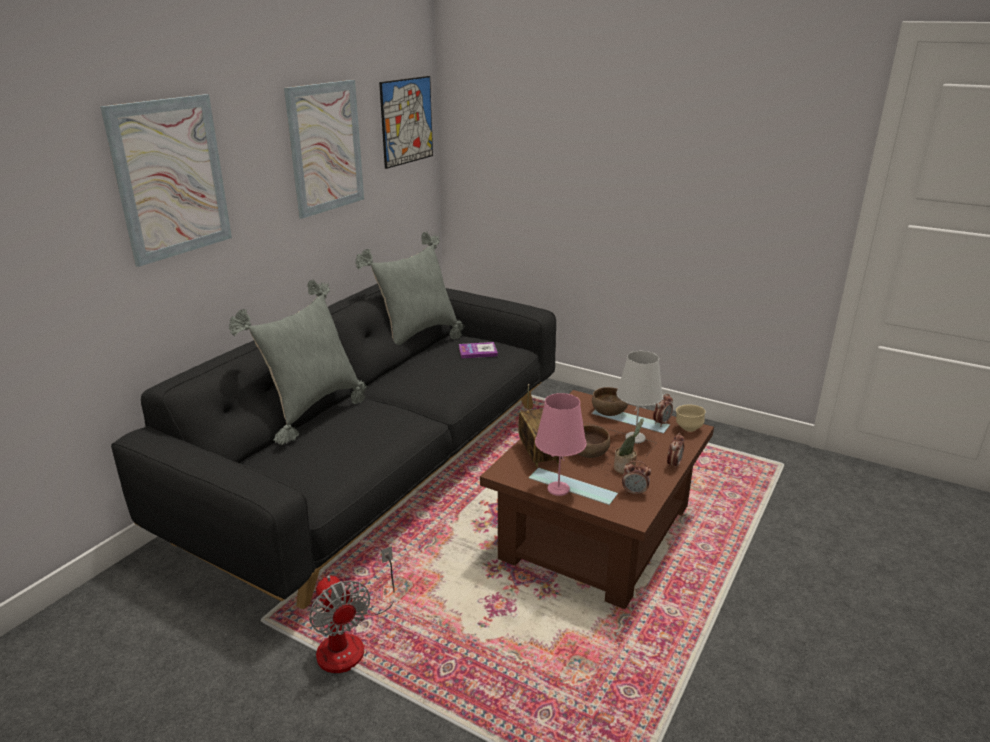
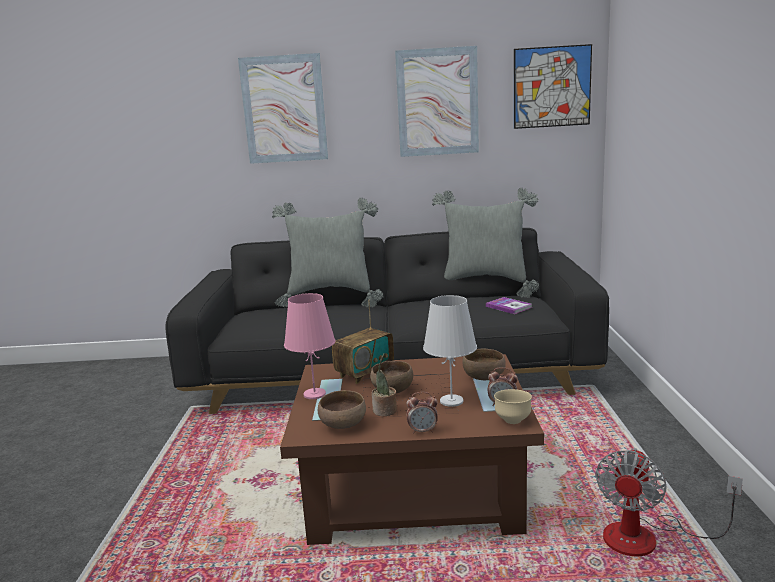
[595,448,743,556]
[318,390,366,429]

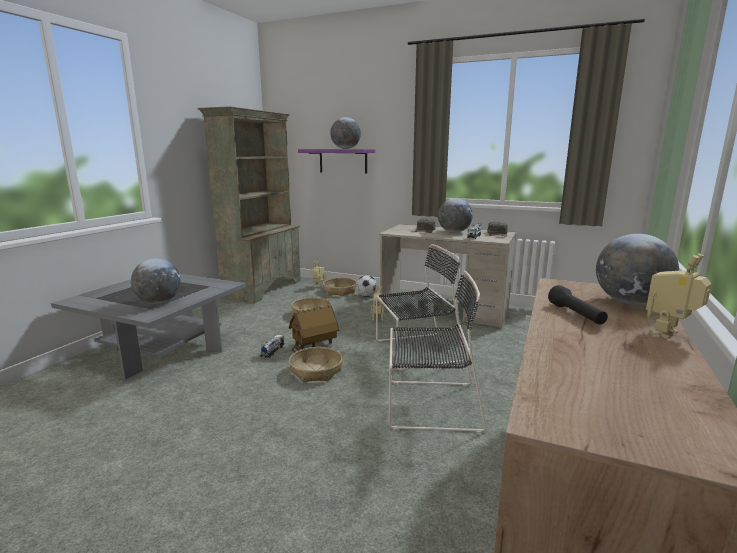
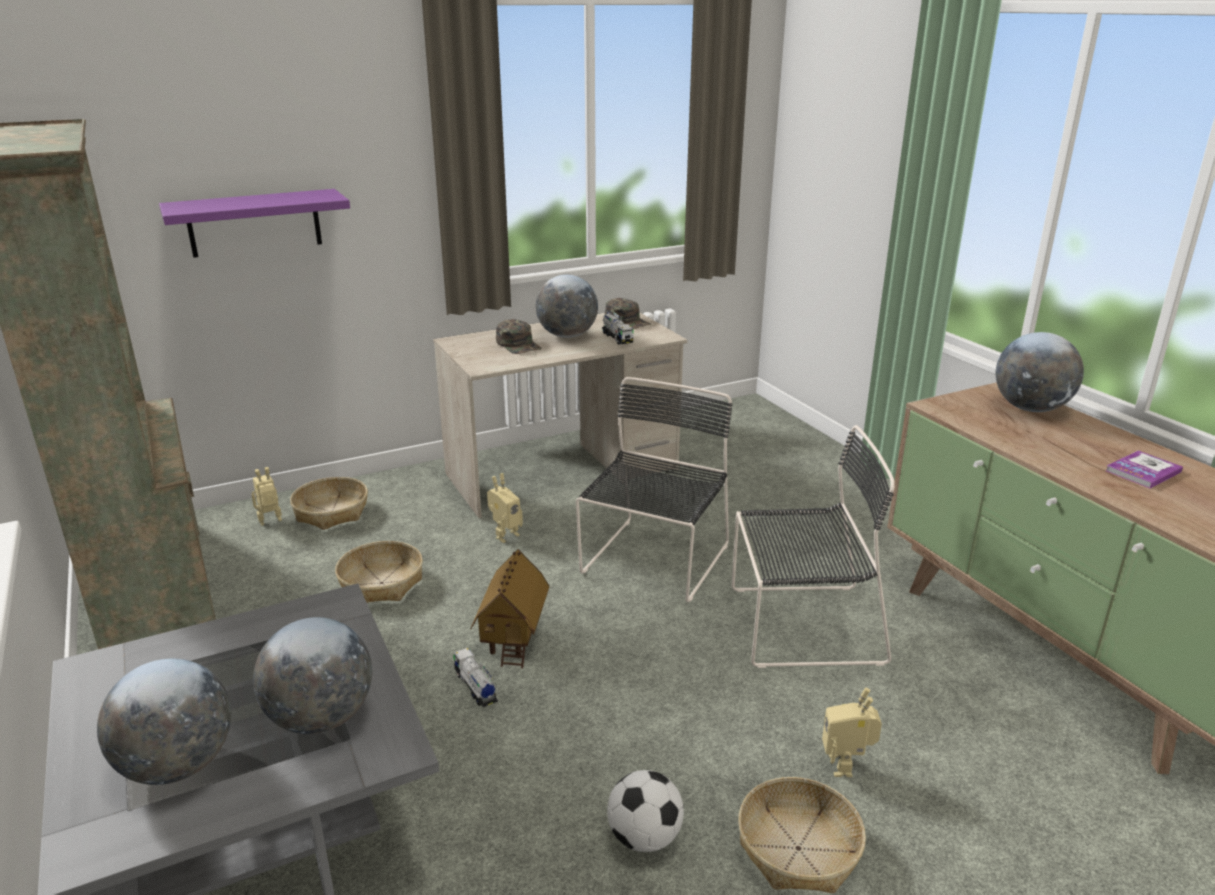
[548,285,608,325] (first image)
[1106,450,1183,488]
[738,777,866,893]
[97,659,231,785]
[607,770,684,852]
[822,688,882,777]
[732,425,895,668]

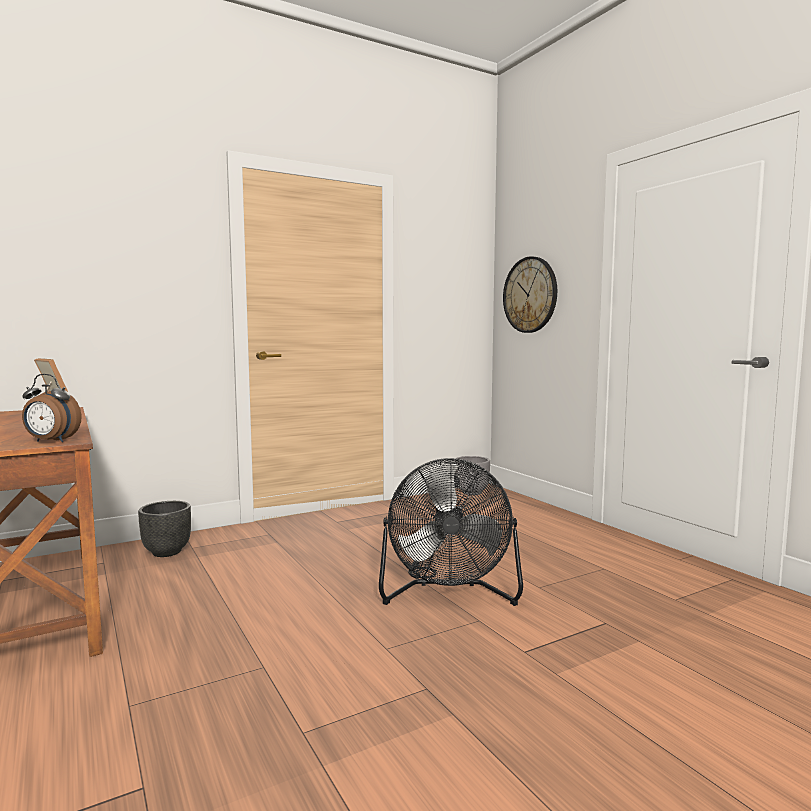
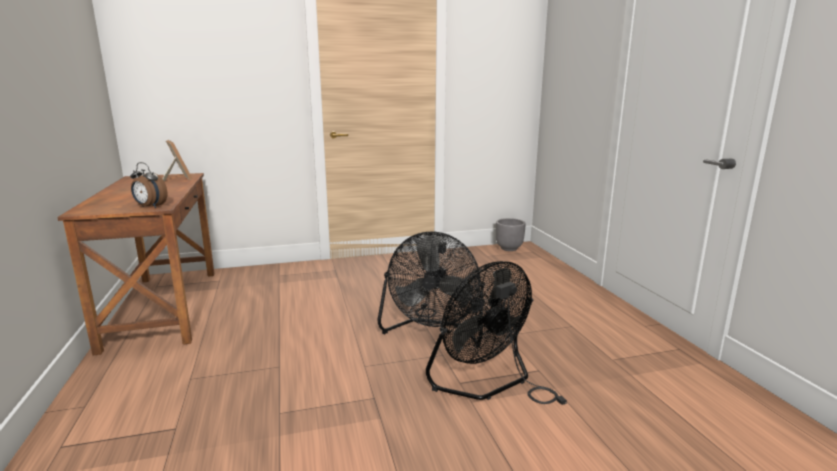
[138,501,191,557] (first image)
[503,256,557,333] (first image)
[426,261,567,405]

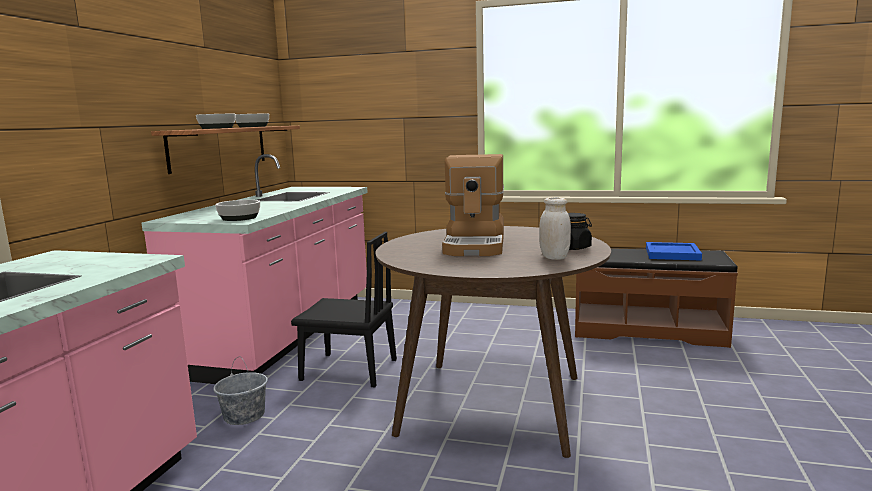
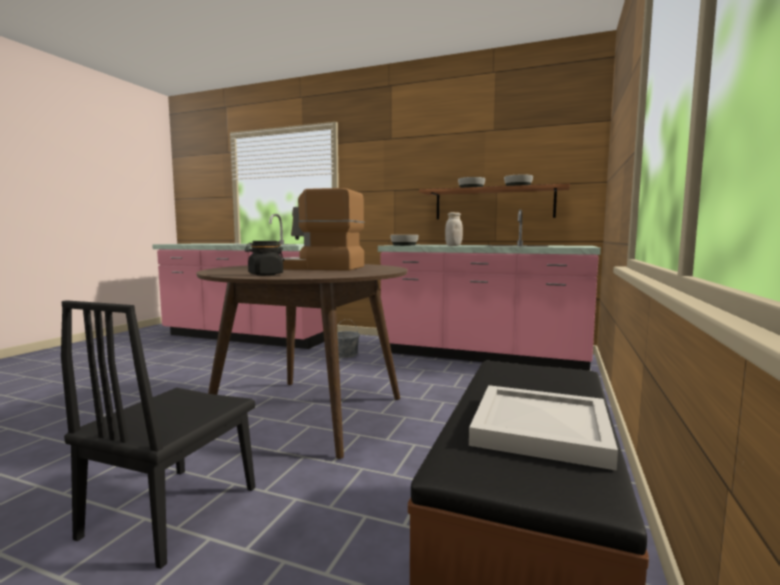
[61,300,255,569]
[445,212,463,246]
[469,385,618,471]

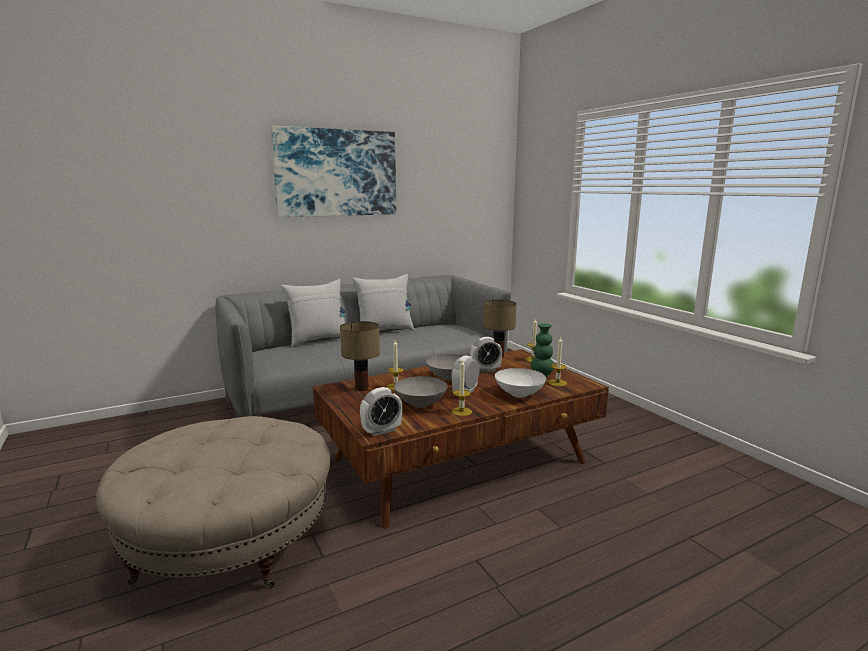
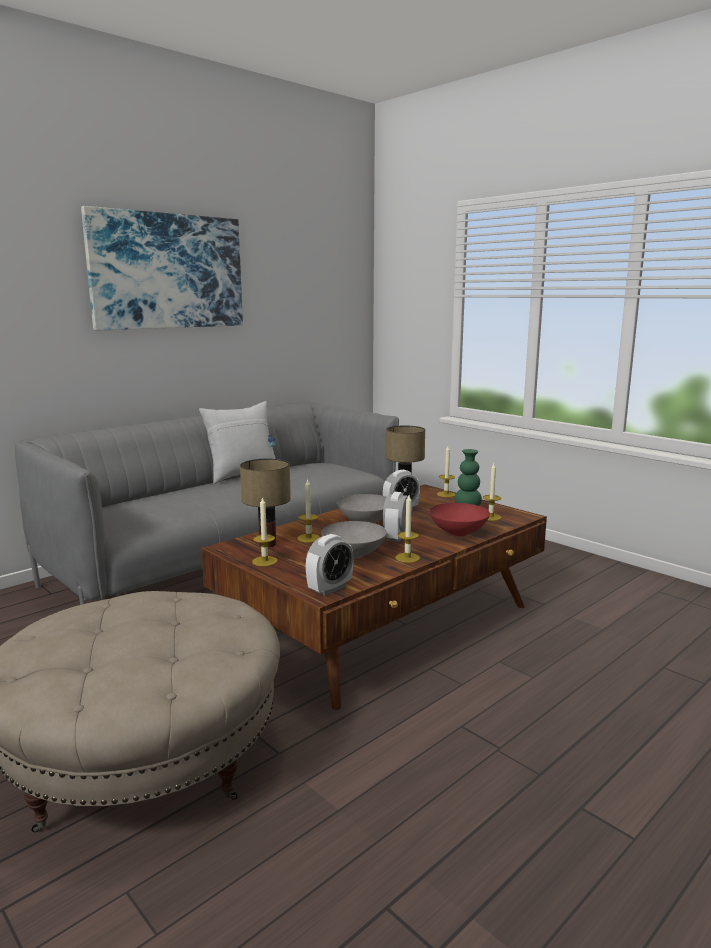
[281,279,346,347] (first image)
[252,496,278,566]
[429,503,490,536]

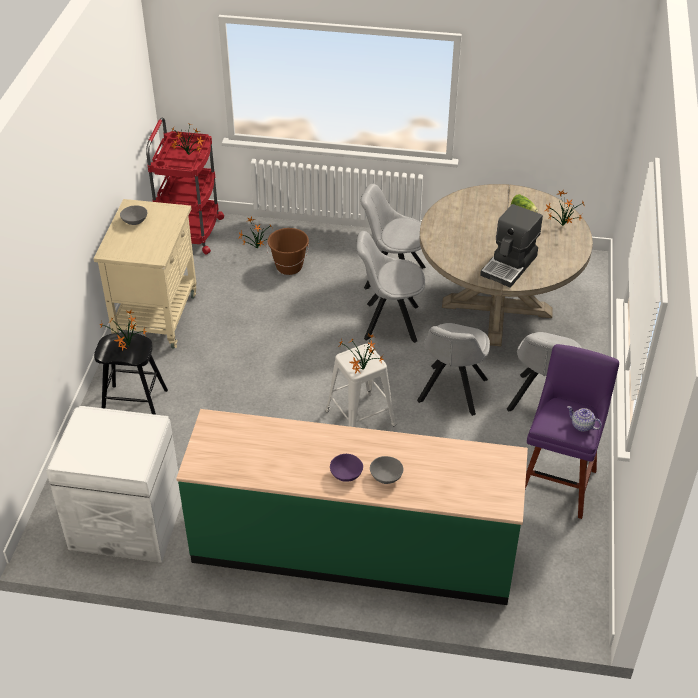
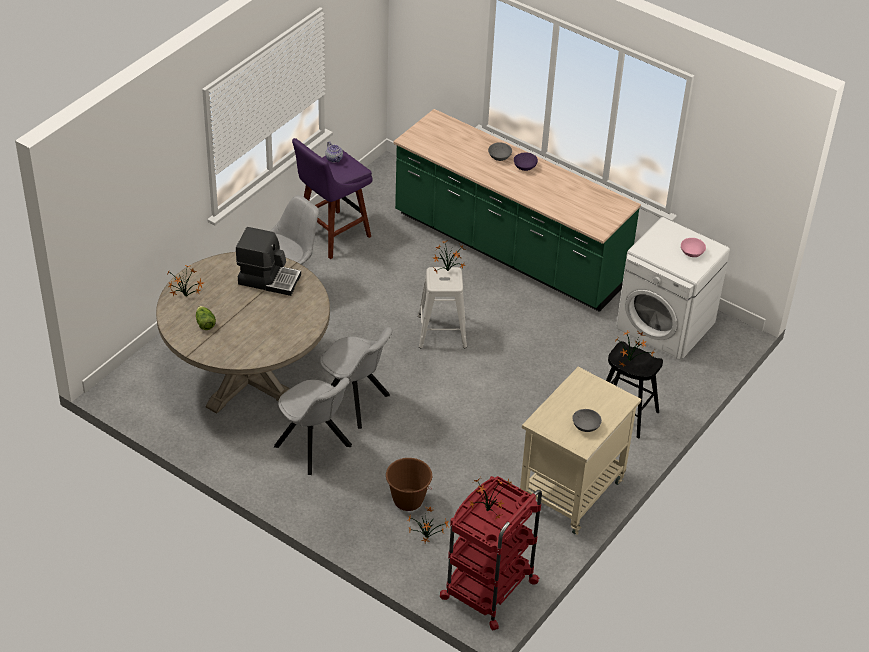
[417,323,490,416] (first image)
[681,238,706,257]
[236,227,301,296]

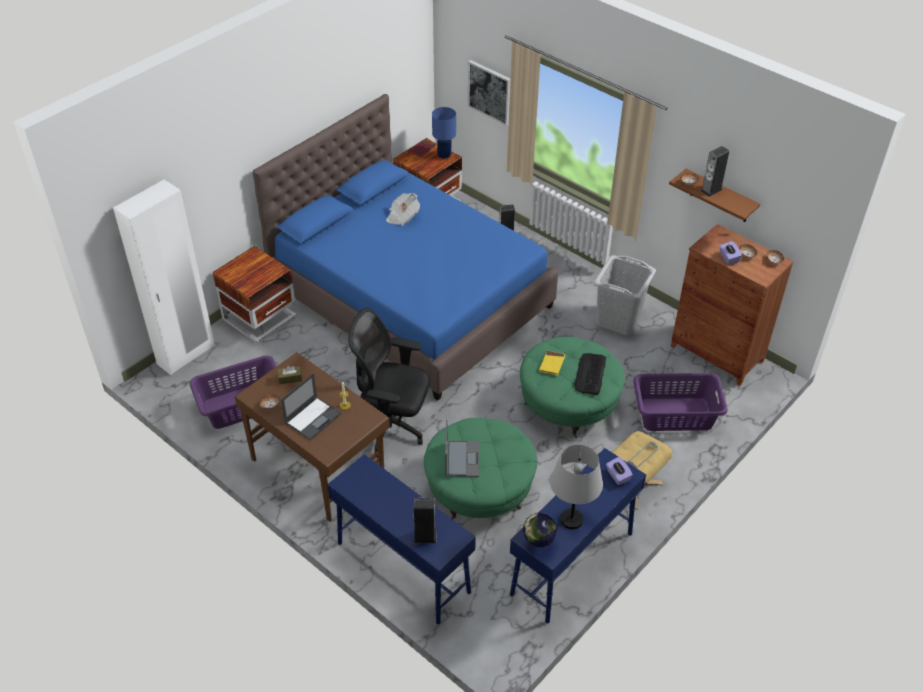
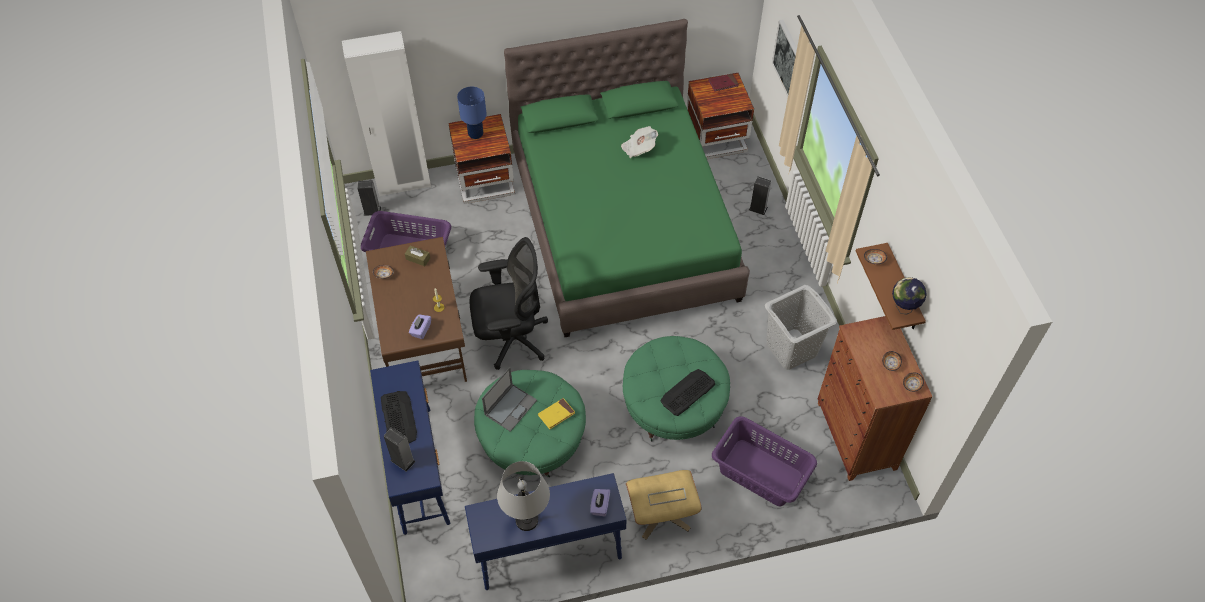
[281,373,341,441] (first image)
[381,391,417,443]
[457,87,487,139]
[892,277,927,315]
[538,398,575,429]
[357,180,381,216]
[409,314,431,339]
[504,19,750,337]
[470,237,548,370]

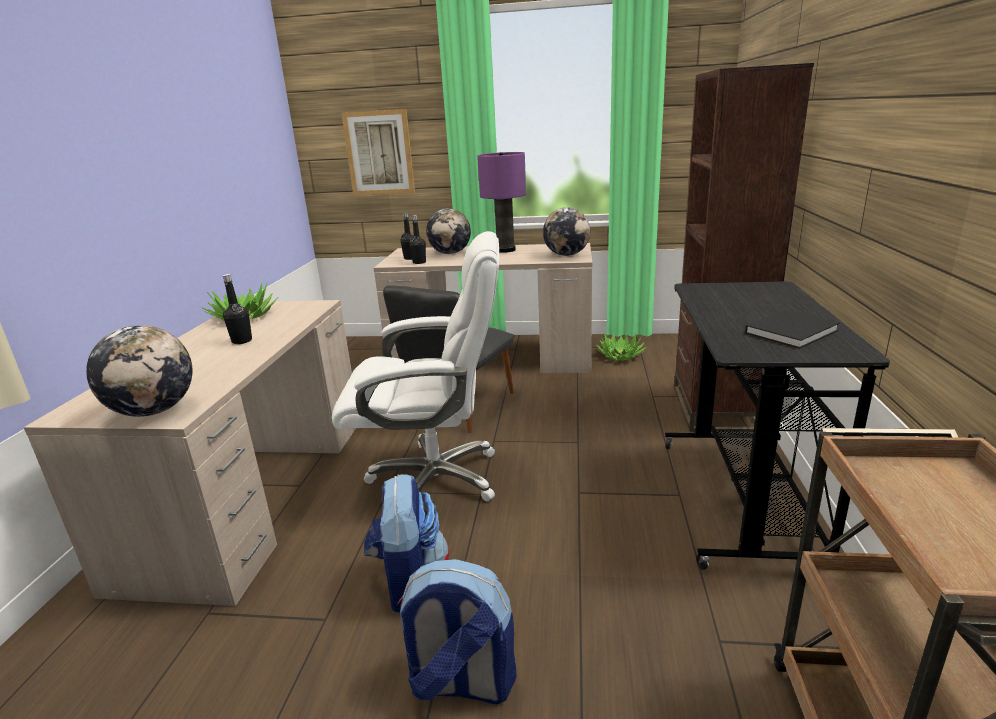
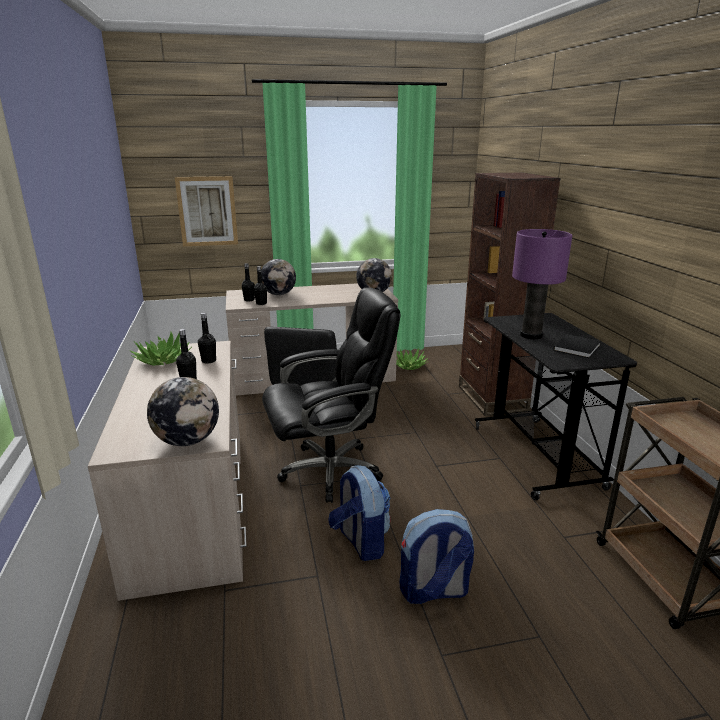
[198,313,216,364]
[512,229,572,339]
[262,287,400,503]

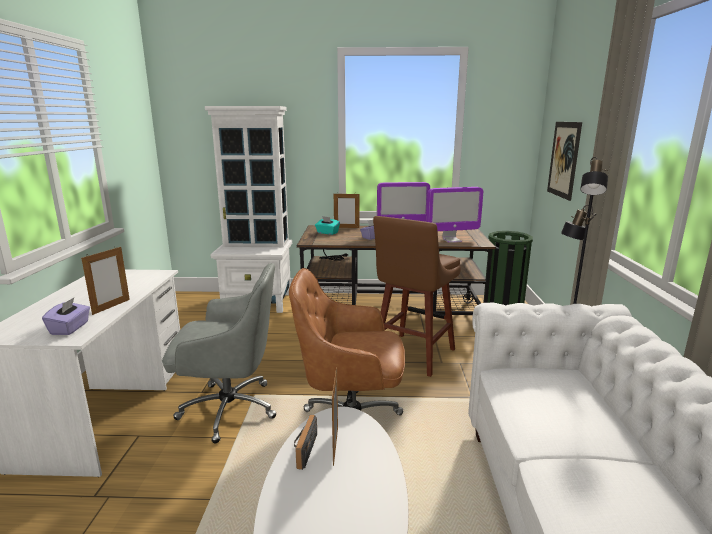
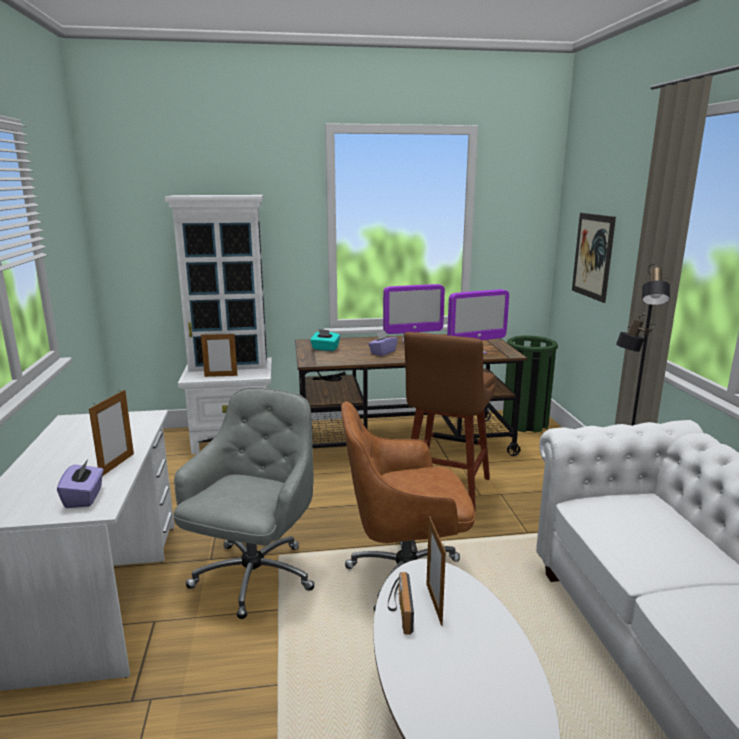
[201,332,238,377]
[173,388,314,619]

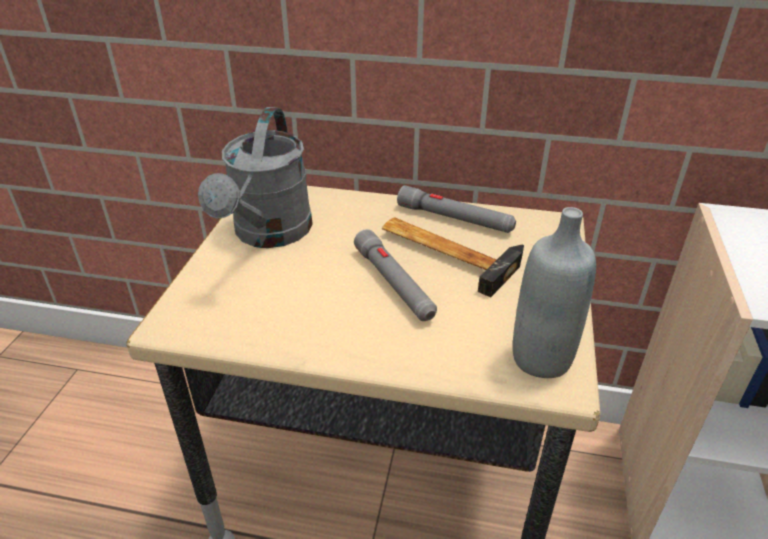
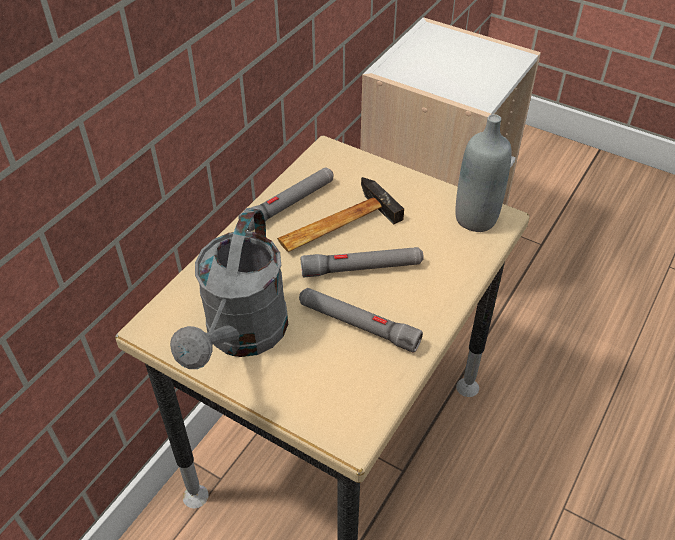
[299,288,423,352]
[170,208,288,369]

